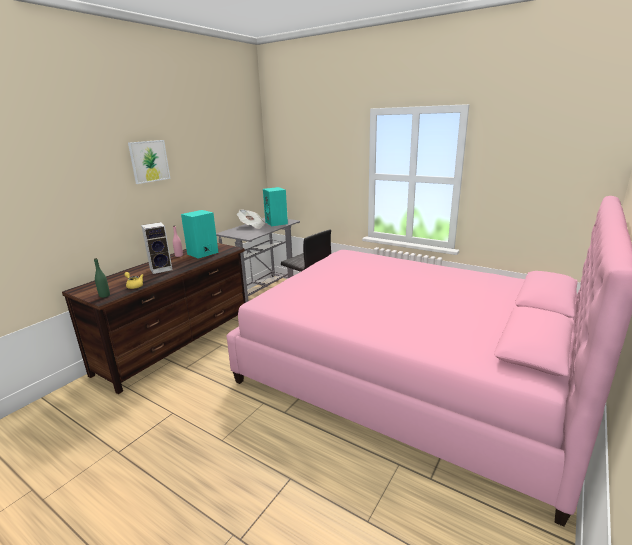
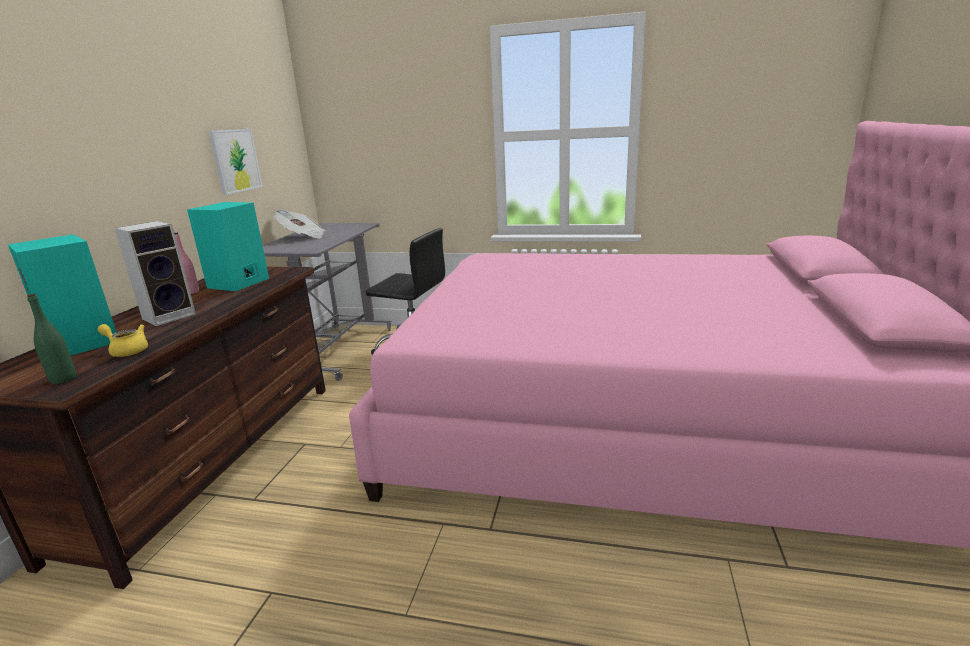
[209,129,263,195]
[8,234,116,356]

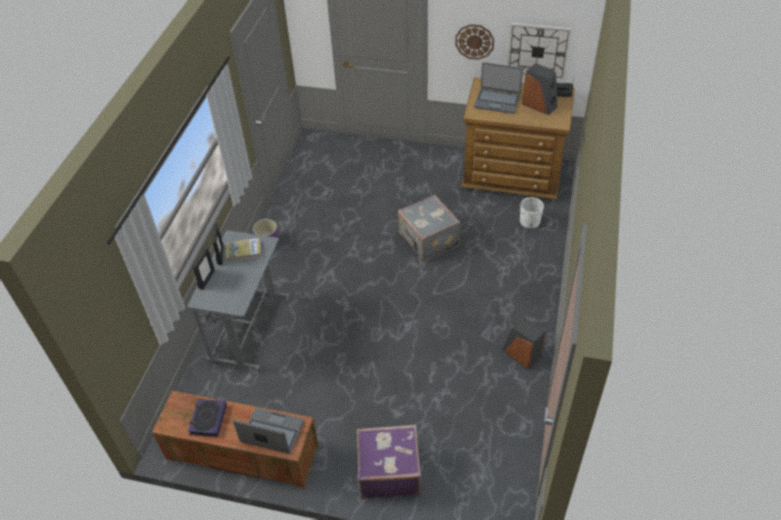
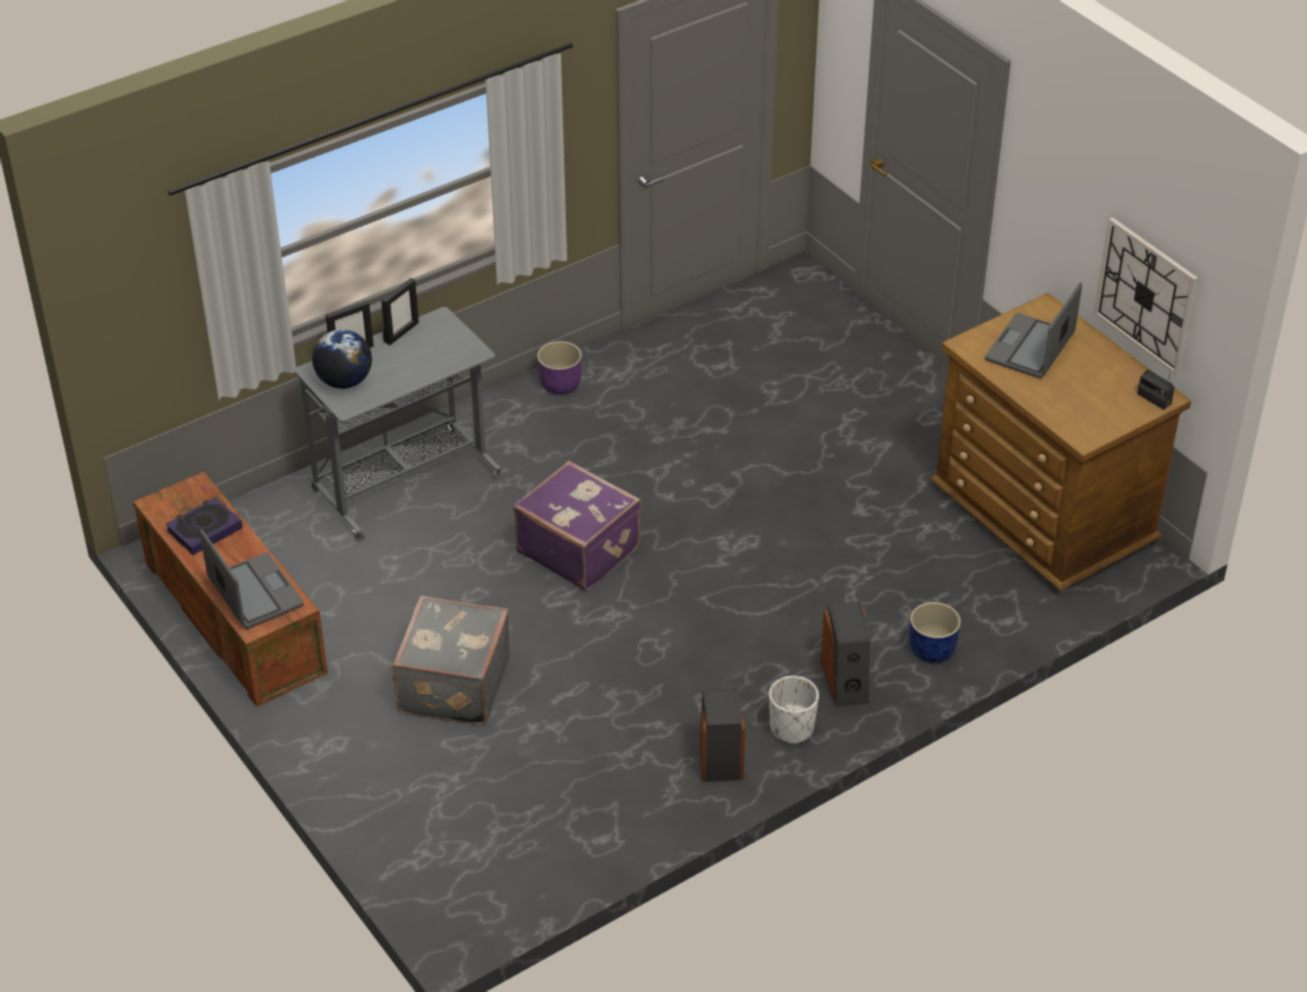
[226,238,261,261] (first image)
[455,24,494,60] (first image)
[312,329,372,389]
[909,602,961,663]
[513,461,642,591]
[392,596,510,726]
[769,676,819,744]
[820,601,870,707]
[985,282,1082,378]

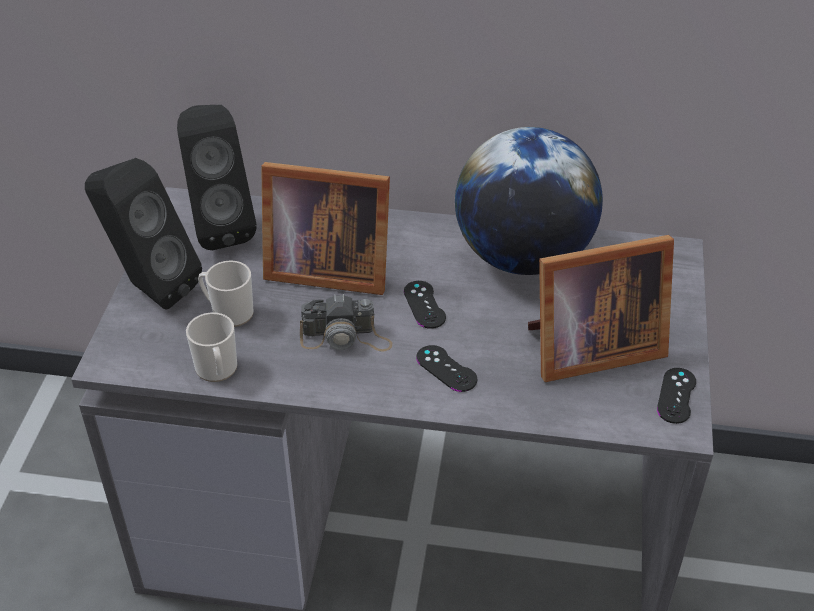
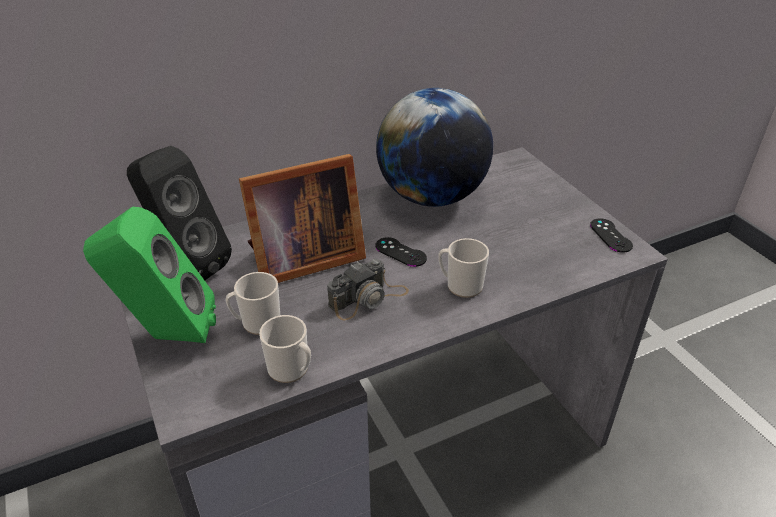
[528,235,674,382] (first image)
[438,238,489,298]
[83,207,216,343]

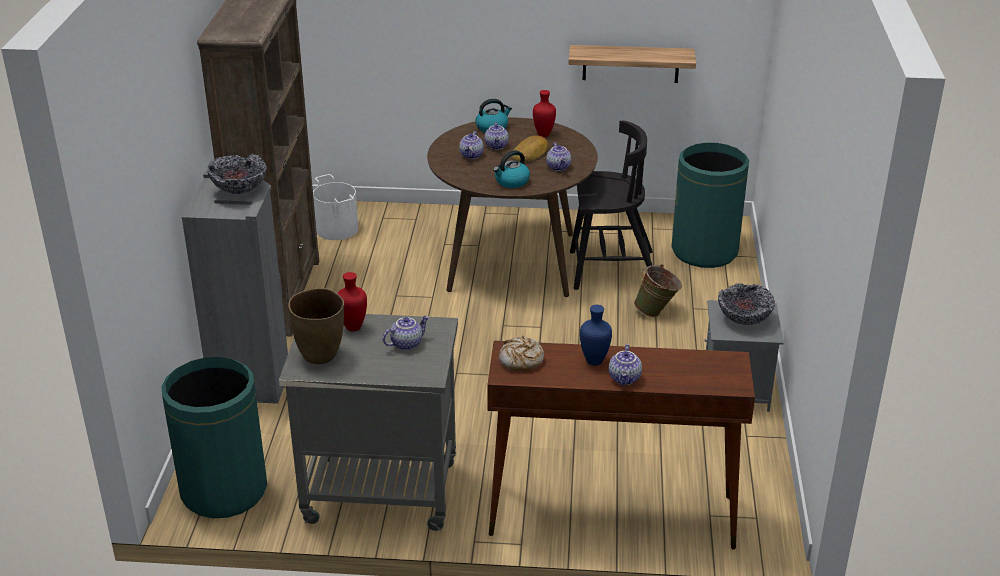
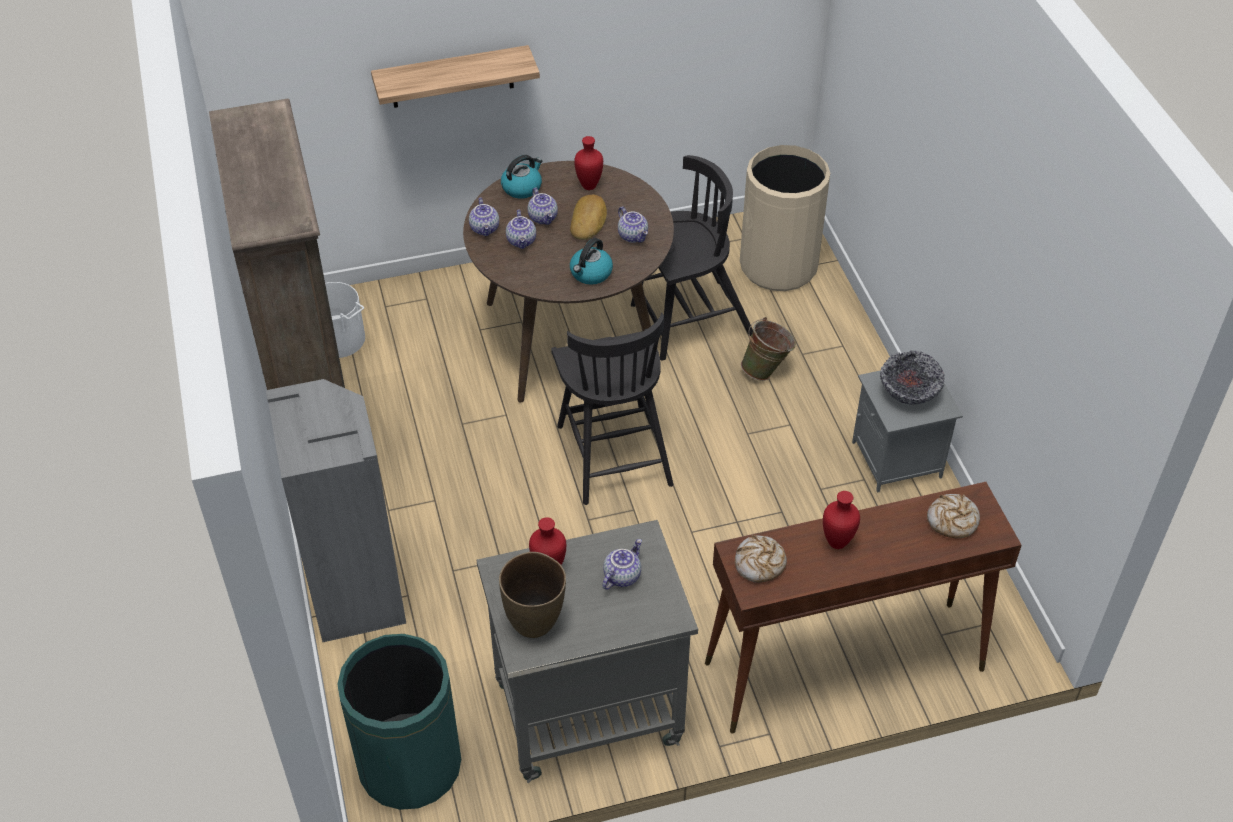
[207,154,267,194] (first image)
[551,313,673,505]
[927,494,980,538]
[371,45,540,108]
[469,197,499,236]
[823,491,860,549]
[740,145,830,291]

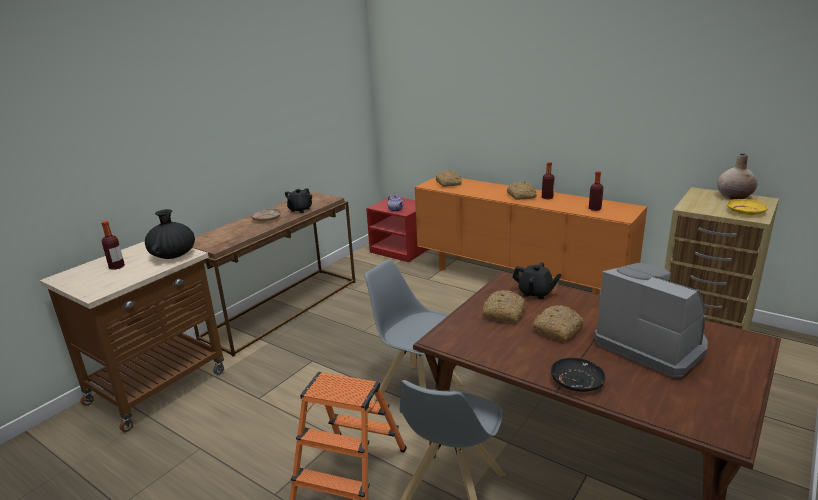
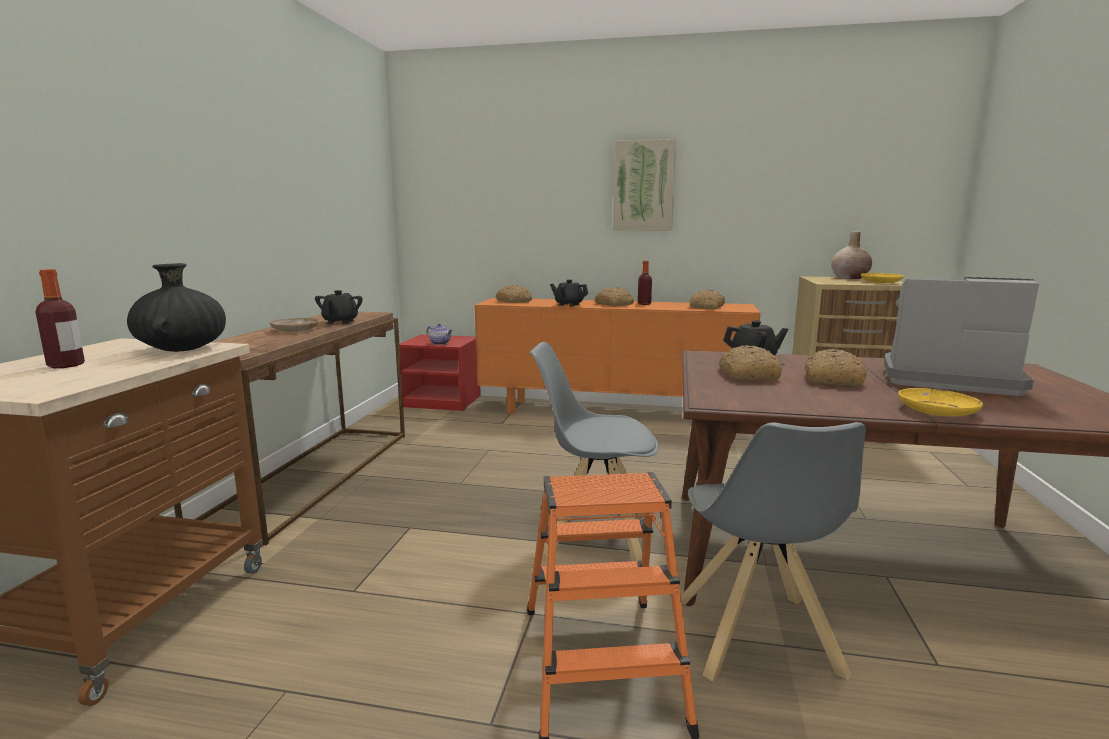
[550,279,588,307]
[613,139,676,231]
[690,290,725,309]
[898,388,983,416]

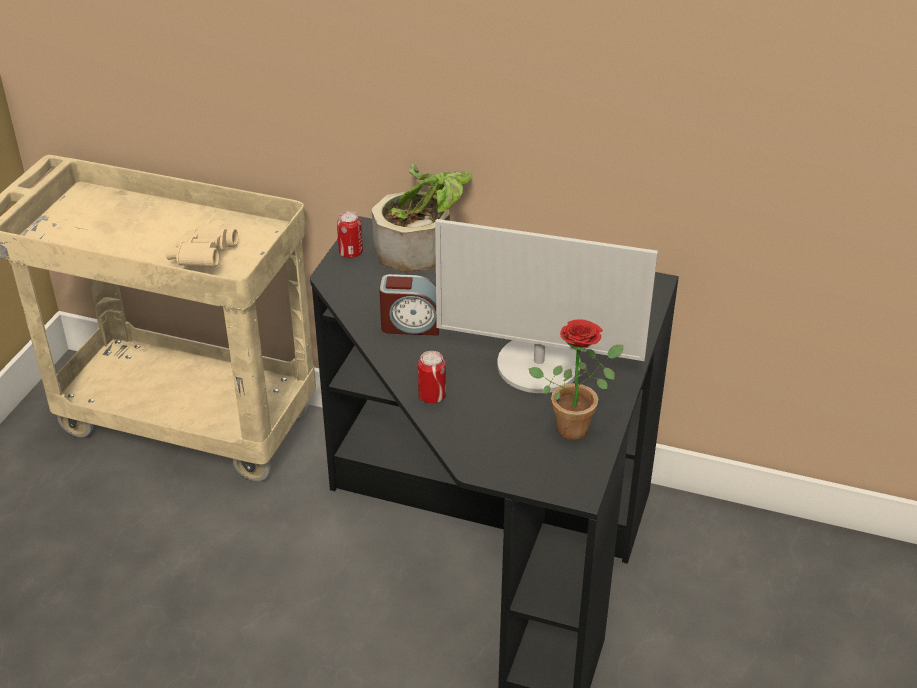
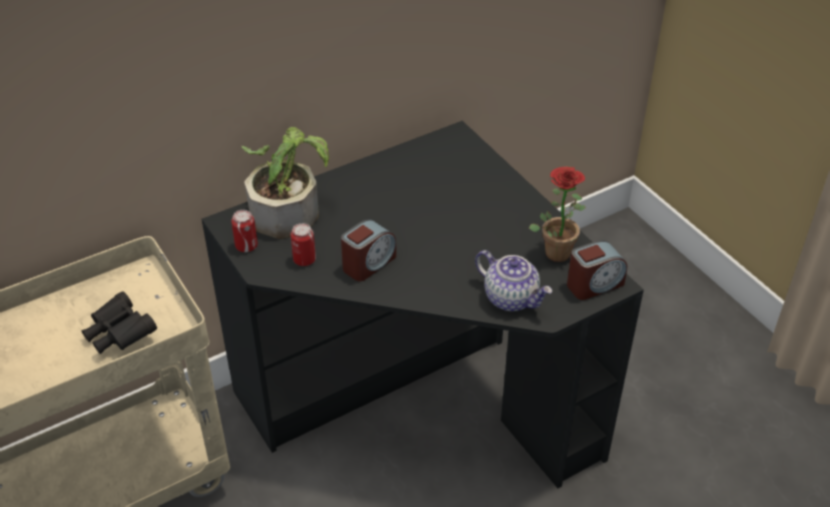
[435,219,658,393] (first image)
[475,250,552,311]
[567,240,627,300]
[291,223,316,266]
[82,291,157,354]

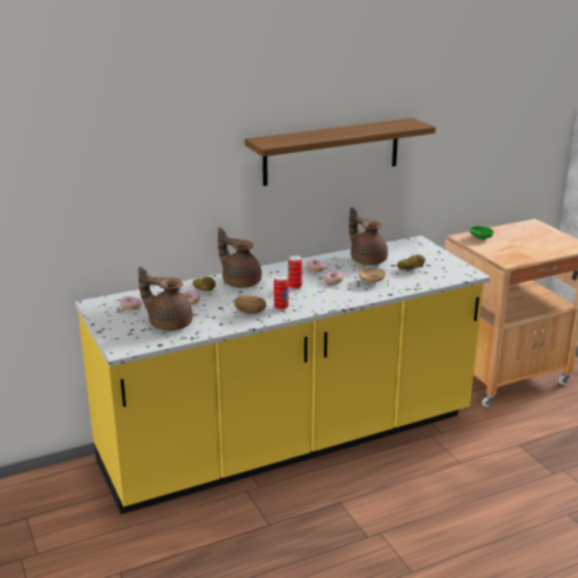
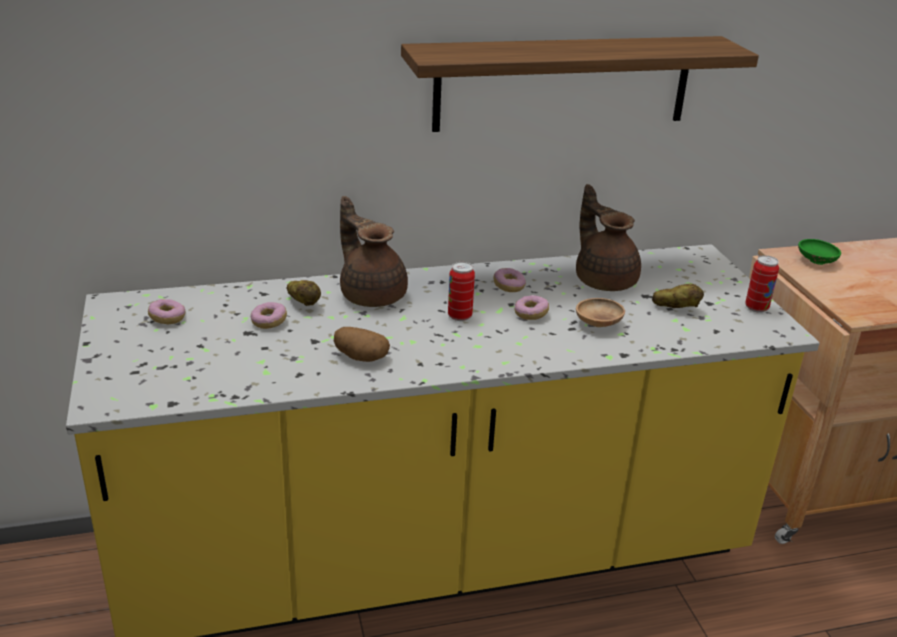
[138,267,193,331] (first image)
[745,255,779,313]

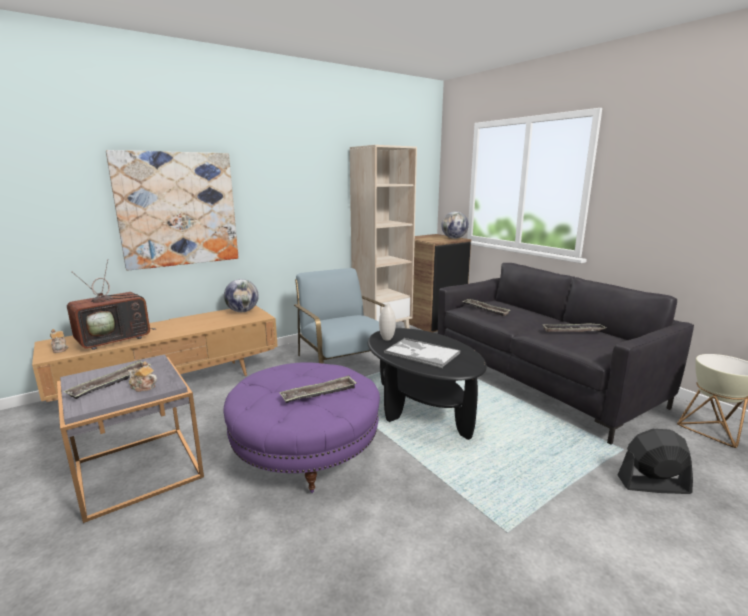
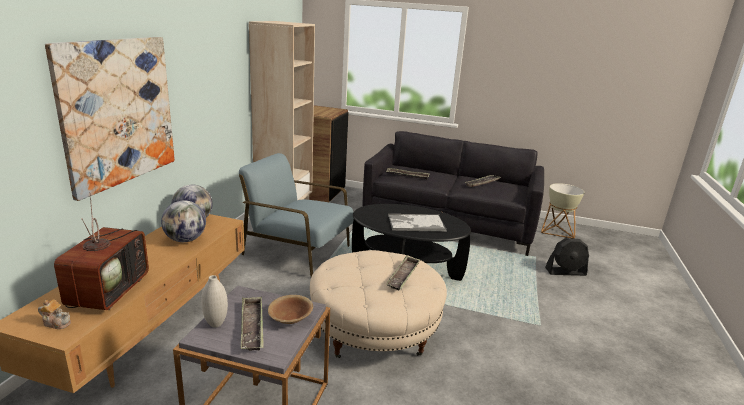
[201,275,228,327]
[161,200,206,242]
[268,295,313,324]
[310,250,447,358]
[545,238,589,276]

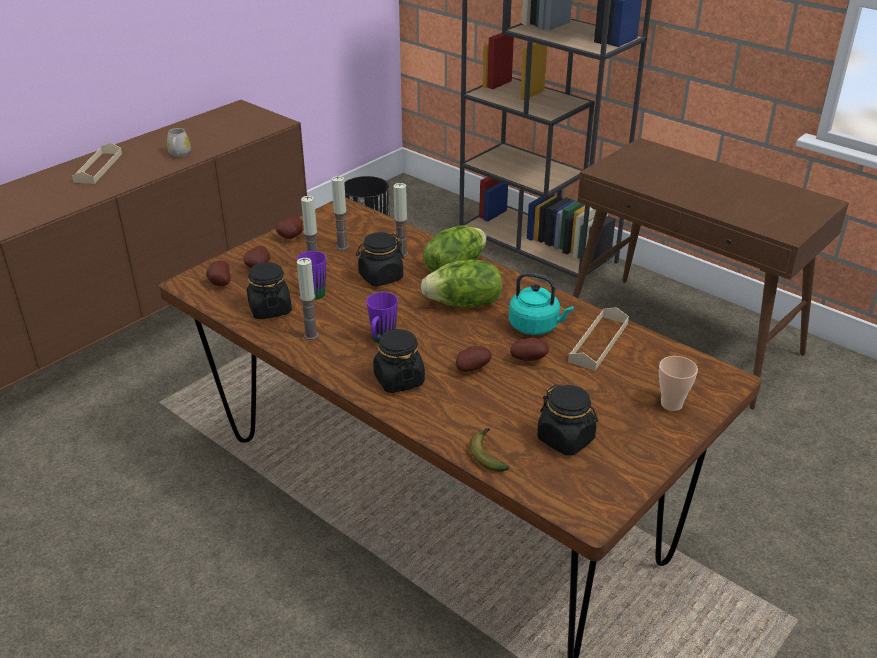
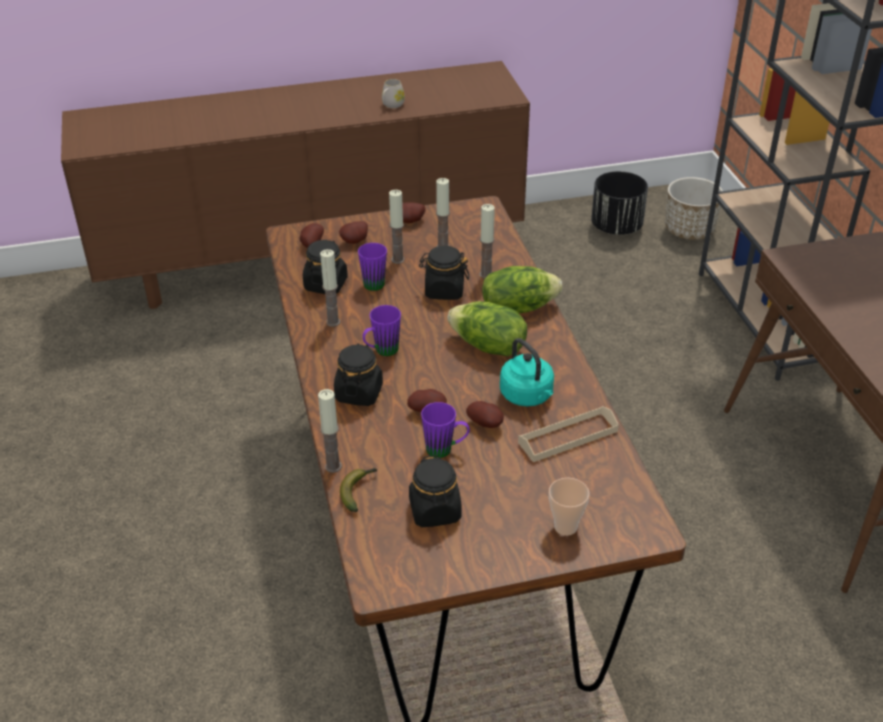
[72,143,122,184] (first image)
[318,389,342,473]
[421,402,470,458]
[665,177,723,240]

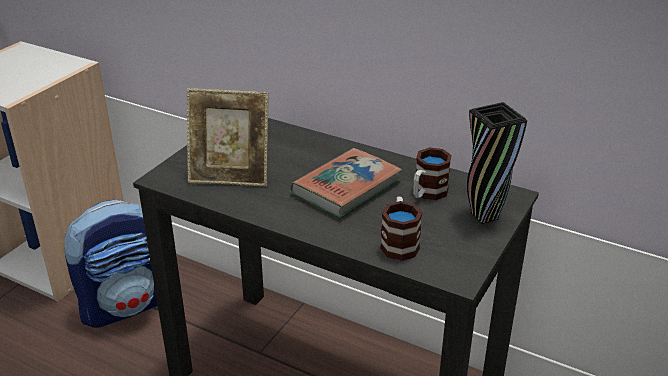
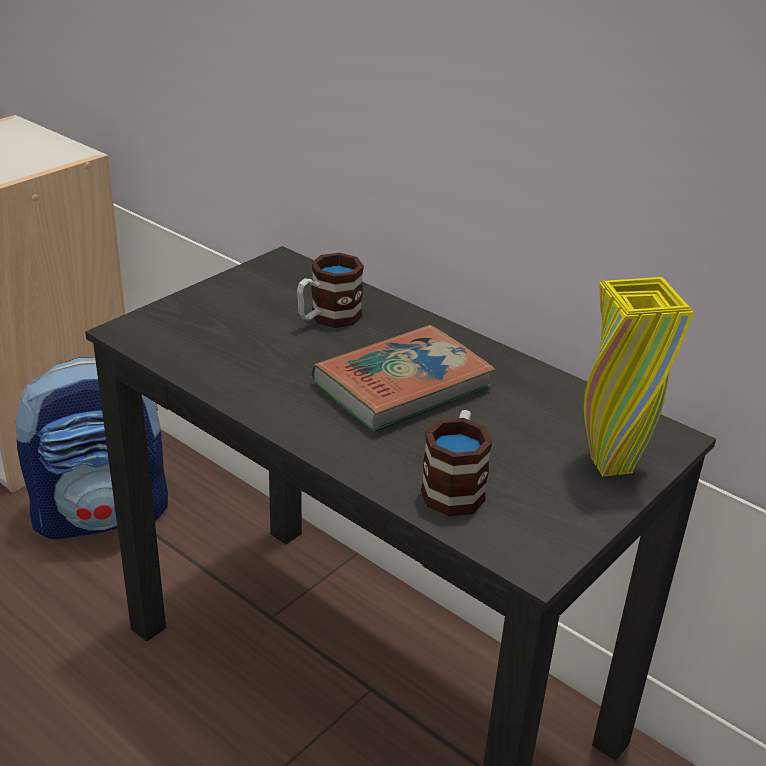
[187,88,269,186] (first image)
[297,253,364,328]
[584,277,693,477]

